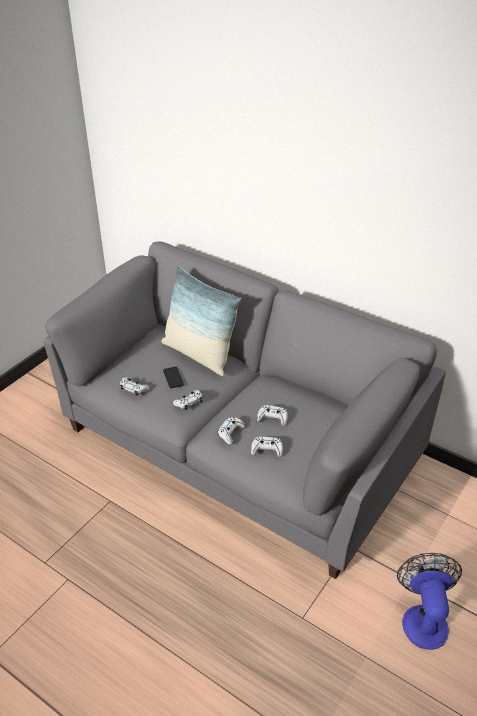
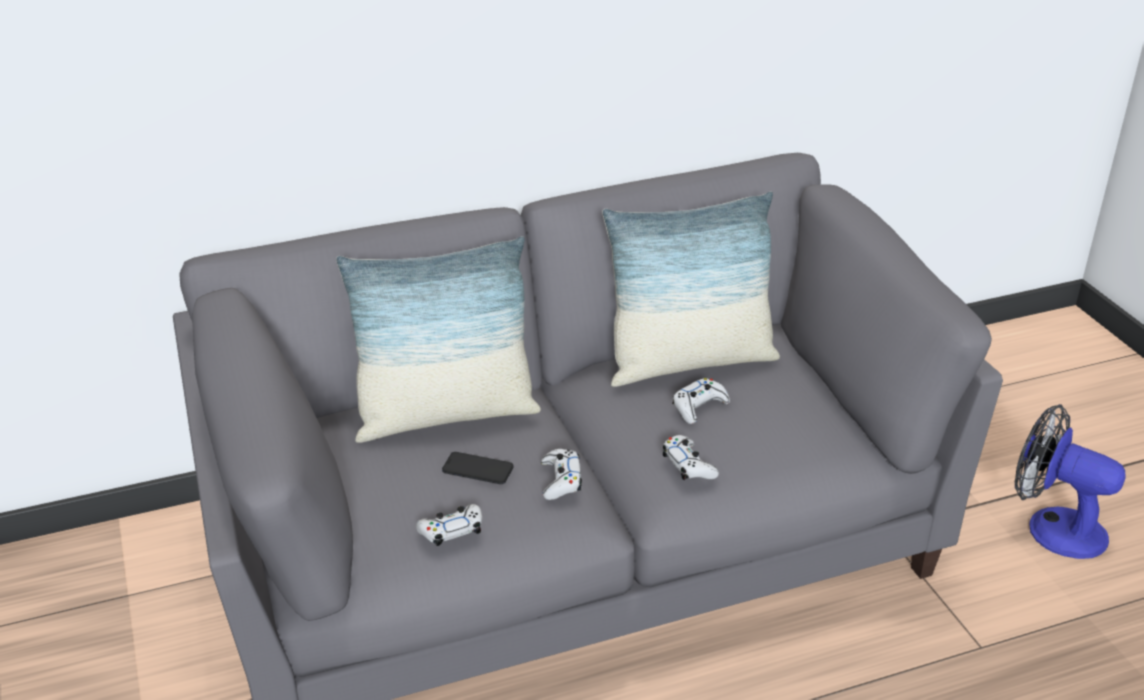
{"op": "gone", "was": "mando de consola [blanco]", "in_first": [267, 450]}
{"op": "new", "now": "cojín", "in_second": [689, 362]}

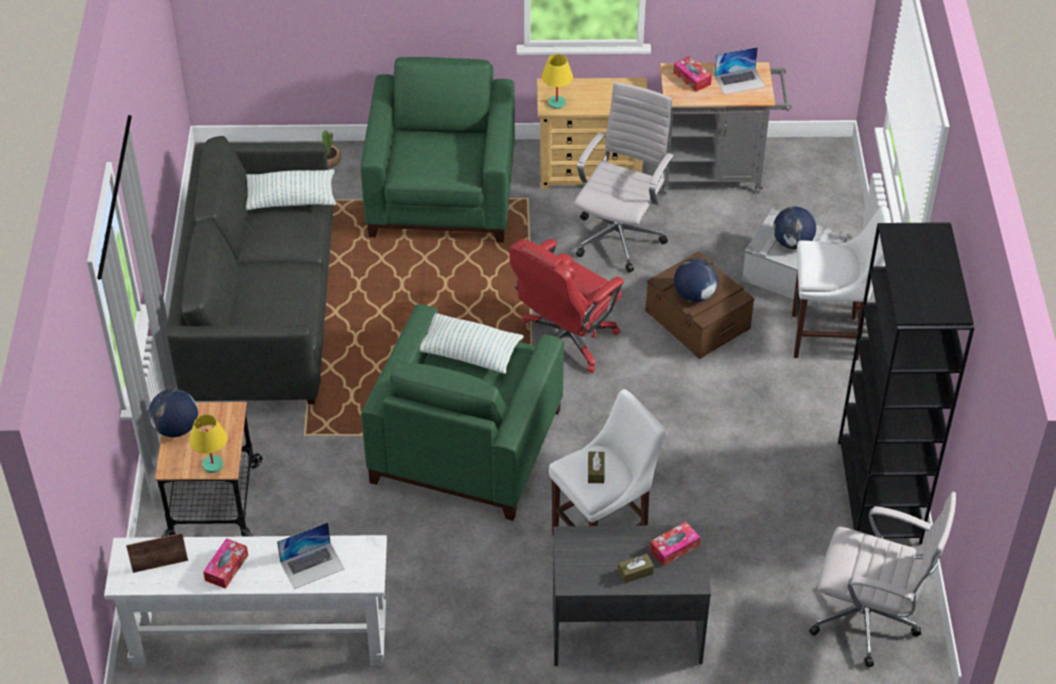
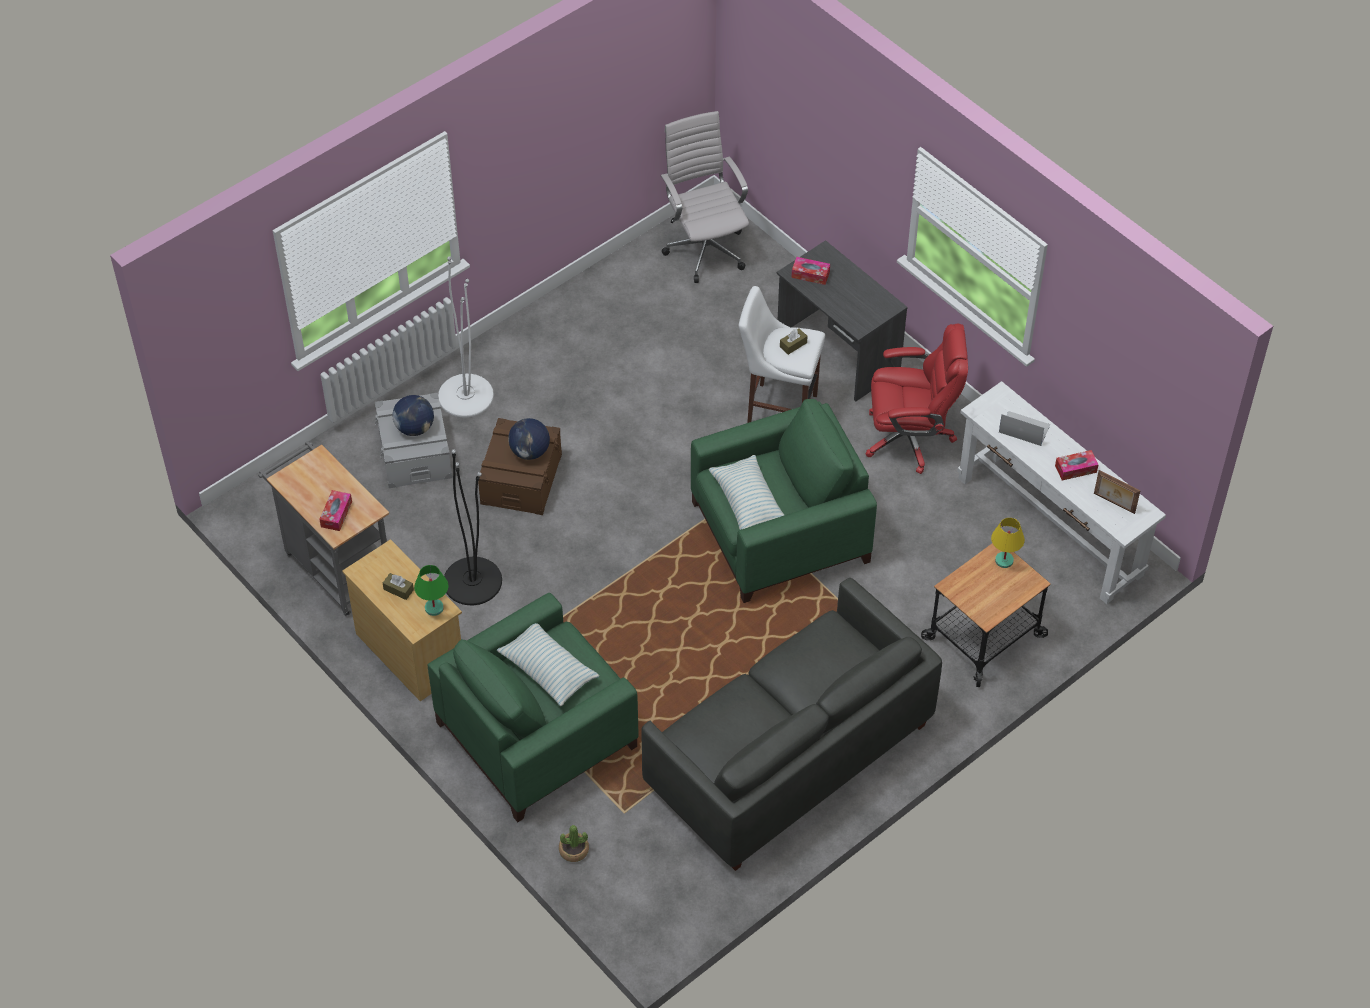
{"op": "gone", "was": "globo terráqueo", "in_first": [176, 429]}
{"op": "shifted", "was": "cojín", "in_first": [290, 199], "in_second": [548, 670]}
{"op": "shifted", "was": "silla de oficina [rojo]", "in_first": [565, 340], "in_second": [910, 437]}
{"op": "repainted", "was": "lámpara de mesa [amarillo]", "now": "lámpara de mesa [verde]", "in_first": [556, 103], "in_second": [434, 608]}
{"op": "swapped", "was": "silla de oficina [blanco]", "now": "lámpara de pie [negro]", "in_first": [620, 236], "in_second": [472, 581]}
{"op": "shifted", "was": "caja de pañuelos [marrón]", "in_first": [635, 572], "in_second": [398, 589]}
{"op": "gone", "was": "portátil", "in_first": [739, 81]}
{"op": "swapped", "was": "taburete [blanco]", "now": "lámpara de pie [blanco]", "in_first": [829, 337], "in_second": [465, 396]}
{"op": "gone", "was": "estantería [negro]", "in_first": [879, 492]}

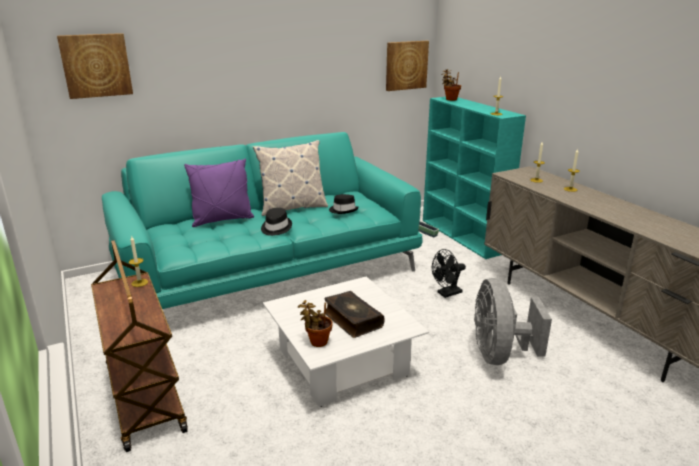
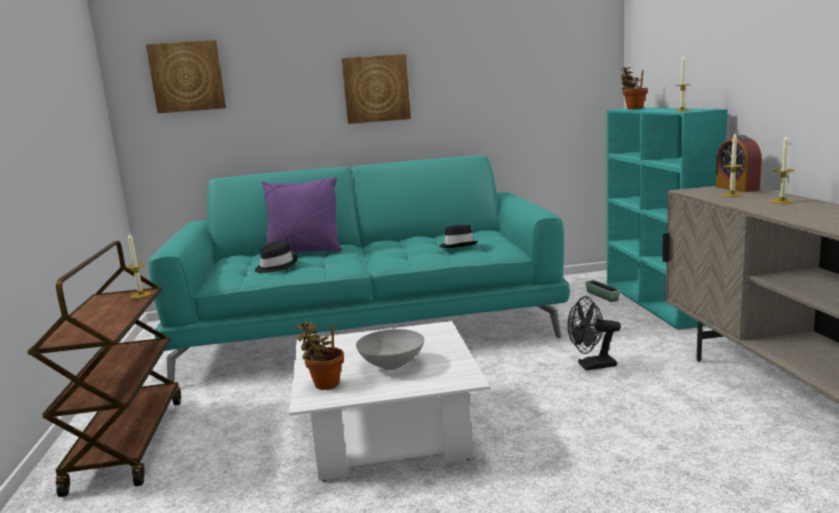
{"op": "gone", "was": "cojín", "in_first": [292, 207]}
{"op": "shifted", "was": "sombrero [negro]", "in_first": [275, 228], "in_second": [275, 266]}
{"op": "swapped", "was": "libro", "now": "cuenco [gris]", "in_first": [352, 320], "in_second": [391, 365]}
{"op": "shifted", "was": "cuadro", "in_first": [406, 65], "in_second": [376, 89]}
{"op": "gone", "was": "ventilador [gris]", "in_first": [499, 354]}
{"op": "new", "now": "despertador", "in_second": [737, 188]}

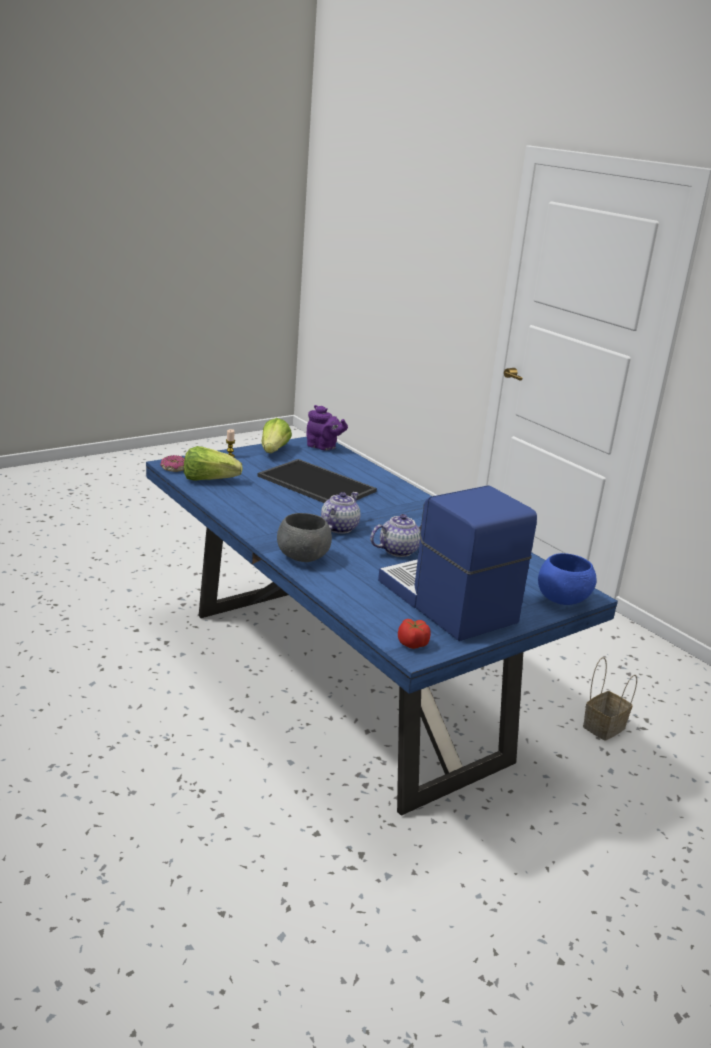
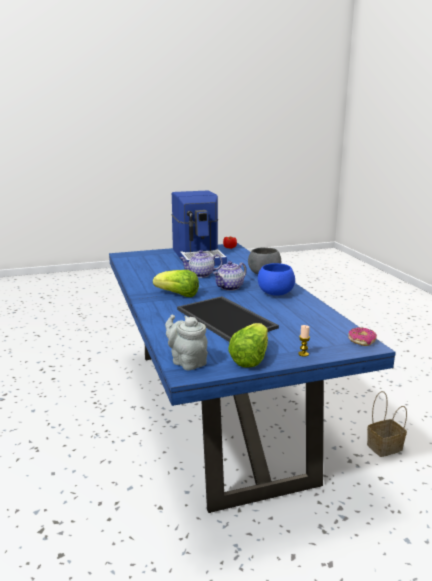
{"op": "shifted", "was": "lechuga", "in_first": [209, 480], "in_second": [178, 295]}
{"op": "repainted", "was": "tetera [morado]", "now": "tetera [gris]", "in_first": [323, 447], "in_second": [187, 362]}
{"op": "shifted", "was": "cuenco [azul]", "in_first": [563, 600], "in_second": [275, 294]}
{"op": "shifted", "was": "cesta", "in_first": [604, 726], "in_second": [384, 448]}

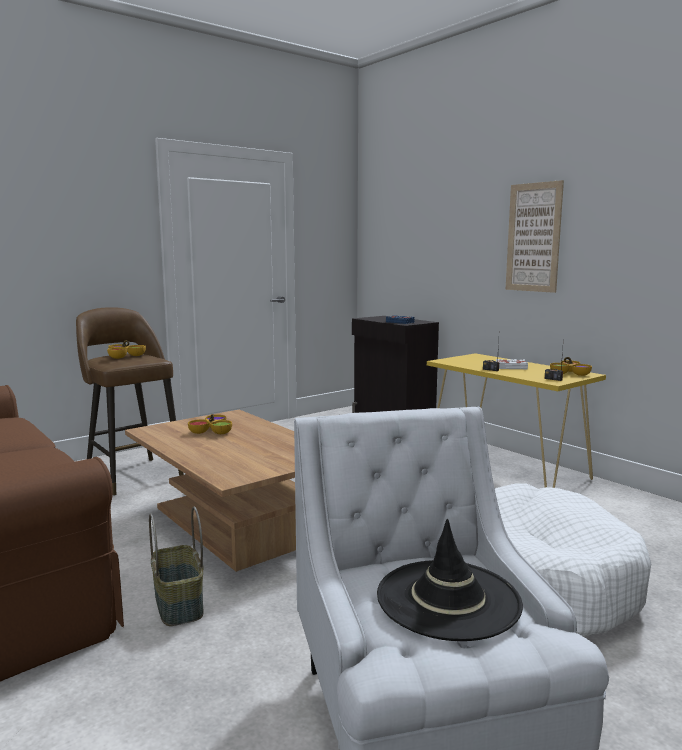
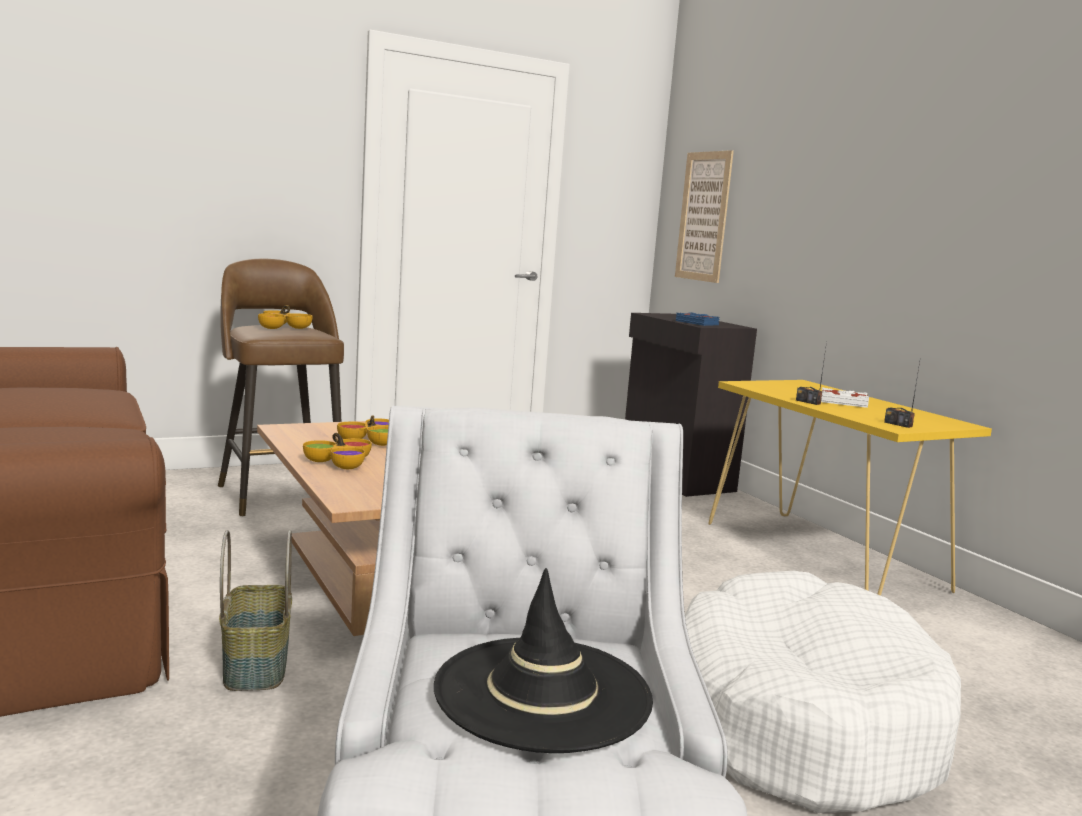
{"op": "shifted", "was": "cuadro", "in_first": [533, 237], "in_second": [703, 216]}
{"op": "shifted", "was": "cuenco", "in_first": [569, 373], "in_second": [340, 462]}

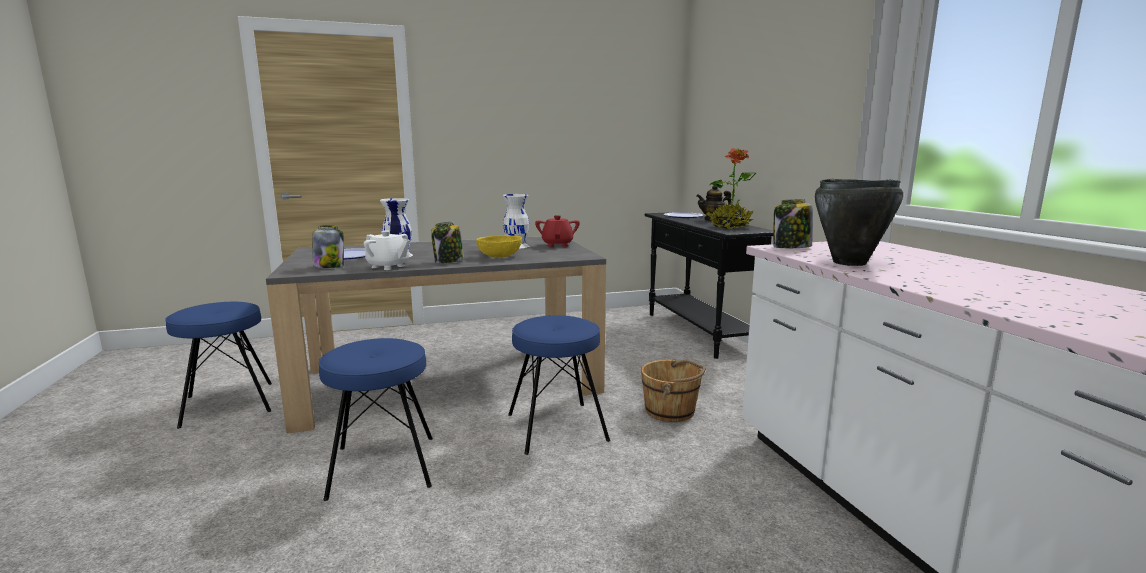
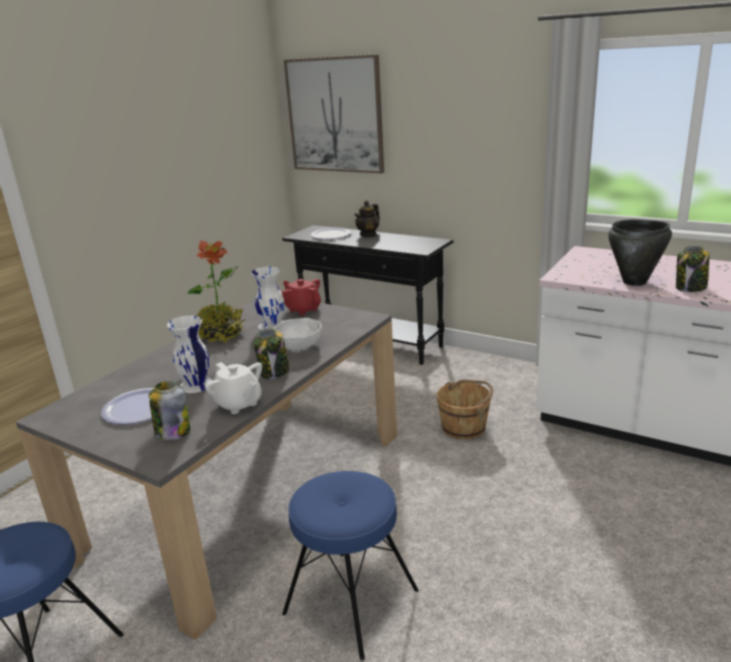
{"op": "rotated", "was": "tetera [blanco]", "in_first": [388, 266], "in_second": [238, 404], "clockwise": 60}
{"op": "repainted", "was": "cuenco [amarillo]", "now": "cuenco [blanco]", "in_first": [500, 256], "in_second": [299, 345]}
{"op": "gone", "was": "taburete [azul]", "in_first": [556, 427]}
{"op": "shifted", "was": "planta en maceta", "in_first": [729, 227], "in_second": [219, 334]}
{"op": "shifted", "was": "tarro", "in_first": [791, 247], "in_second": [690, 288]}
{"op": "new", "now": "cuadro", "in_second": [335, 115]}

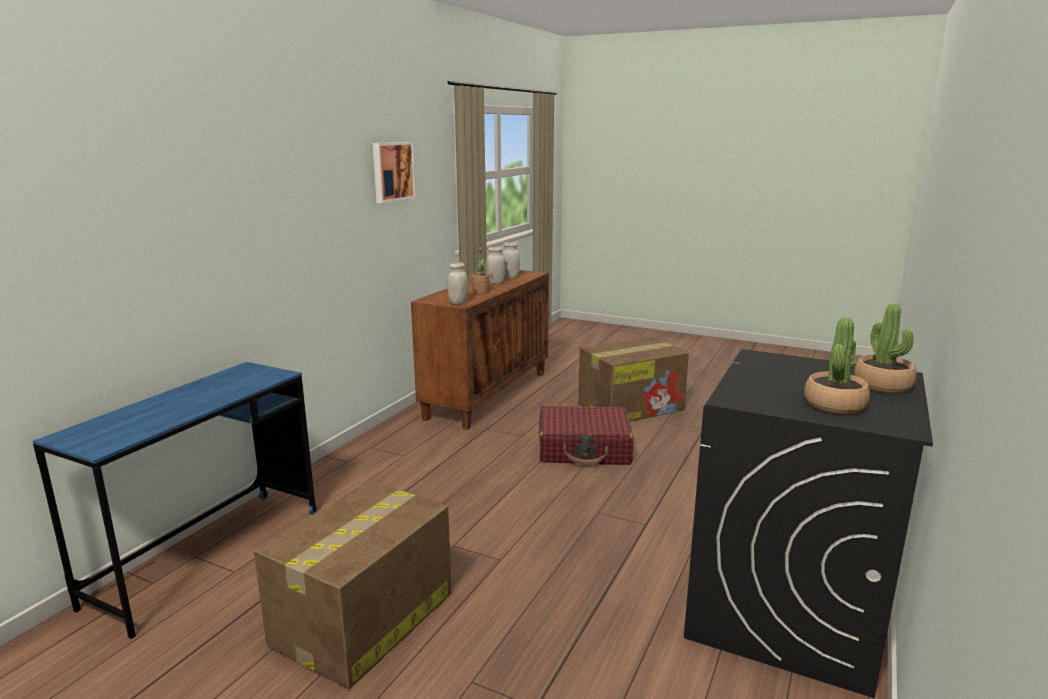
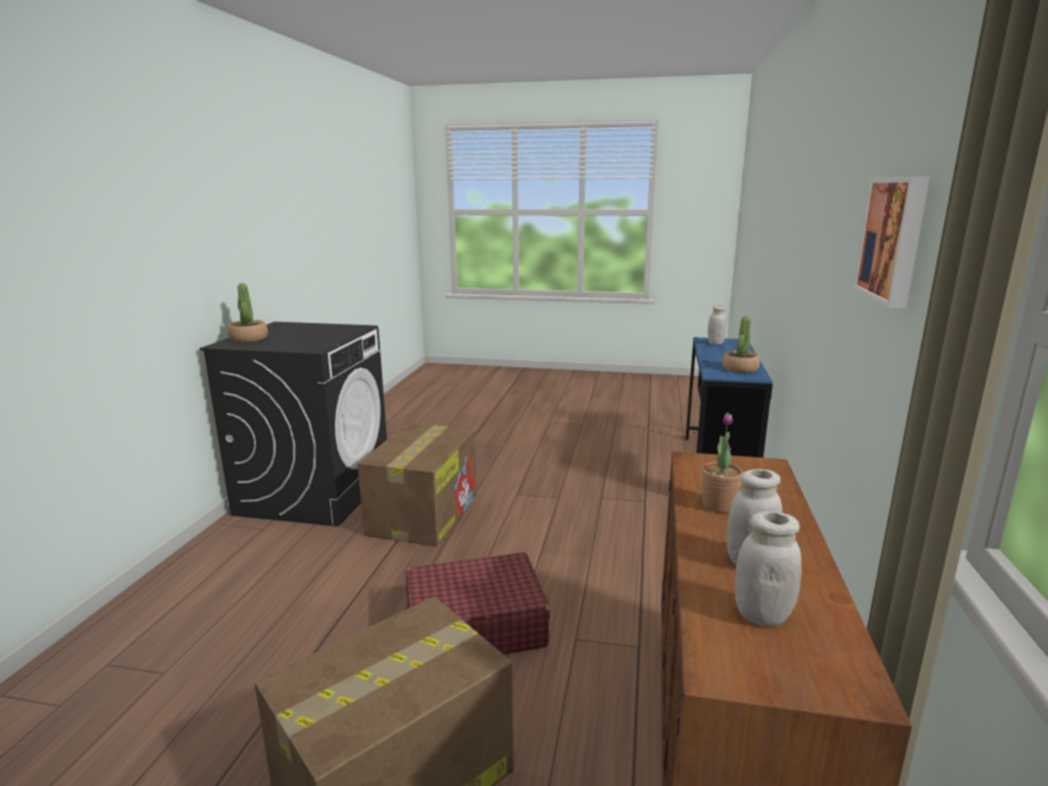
{"op": "shifted", "was": "caja de cartón", "in_first": [362, 620], "in_second": [424, 513]}
{"op": "shifted", "was": "tarro [blanco]", "in_first": [458, 303], "in_second": [715, 343]}
{"op": "shifted", "was": "planta en maceta", "in_first": [835, 404], "in_second": [740, 369]}

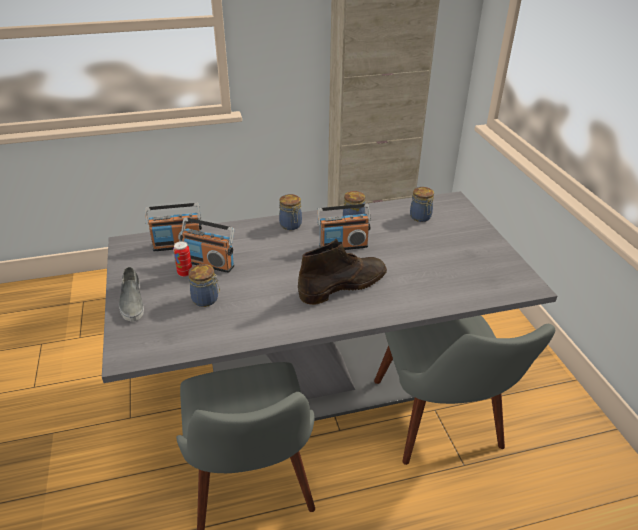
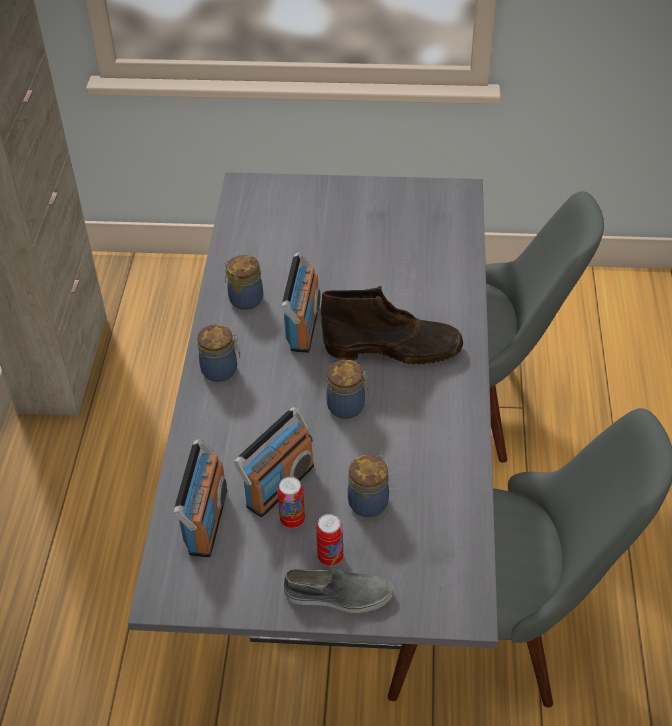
{"op": "rotated", "was": "bota [marrón]", "in_first": [343, 285], "in_second": [394, 348], "clockwise": 105}
{"op": "shifted", "was": "tarro", "in_first": [421, 217], "in_second": [348, 406]}
{"op": "new", "now": "lata", "in_second": [330, 557]}

